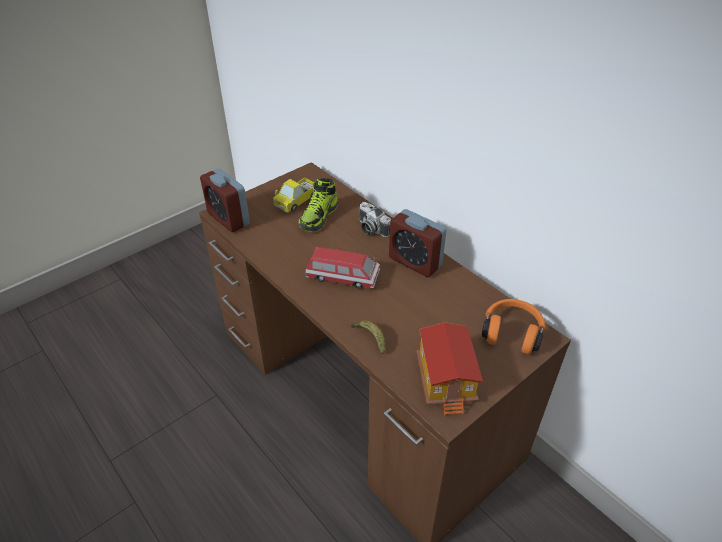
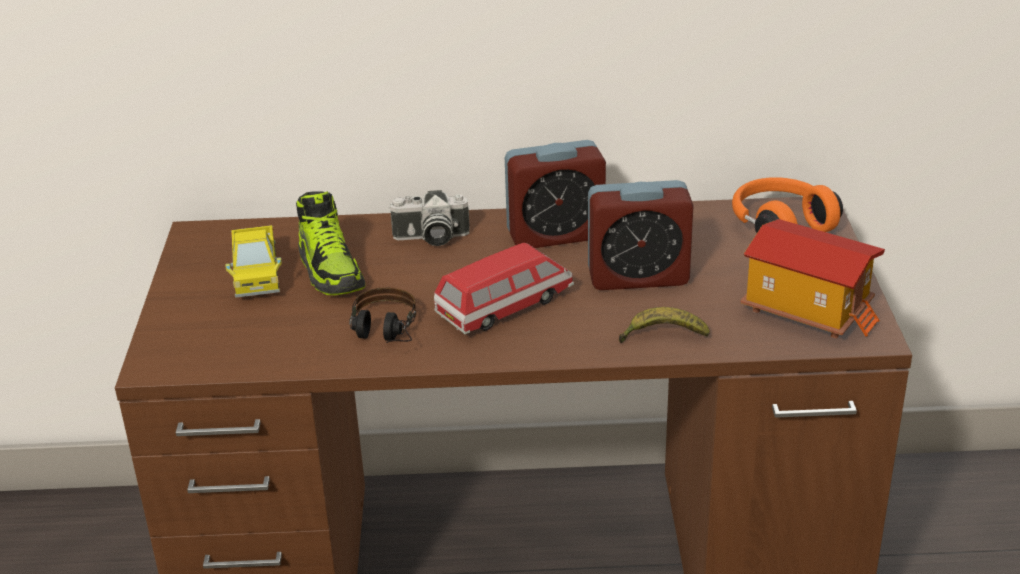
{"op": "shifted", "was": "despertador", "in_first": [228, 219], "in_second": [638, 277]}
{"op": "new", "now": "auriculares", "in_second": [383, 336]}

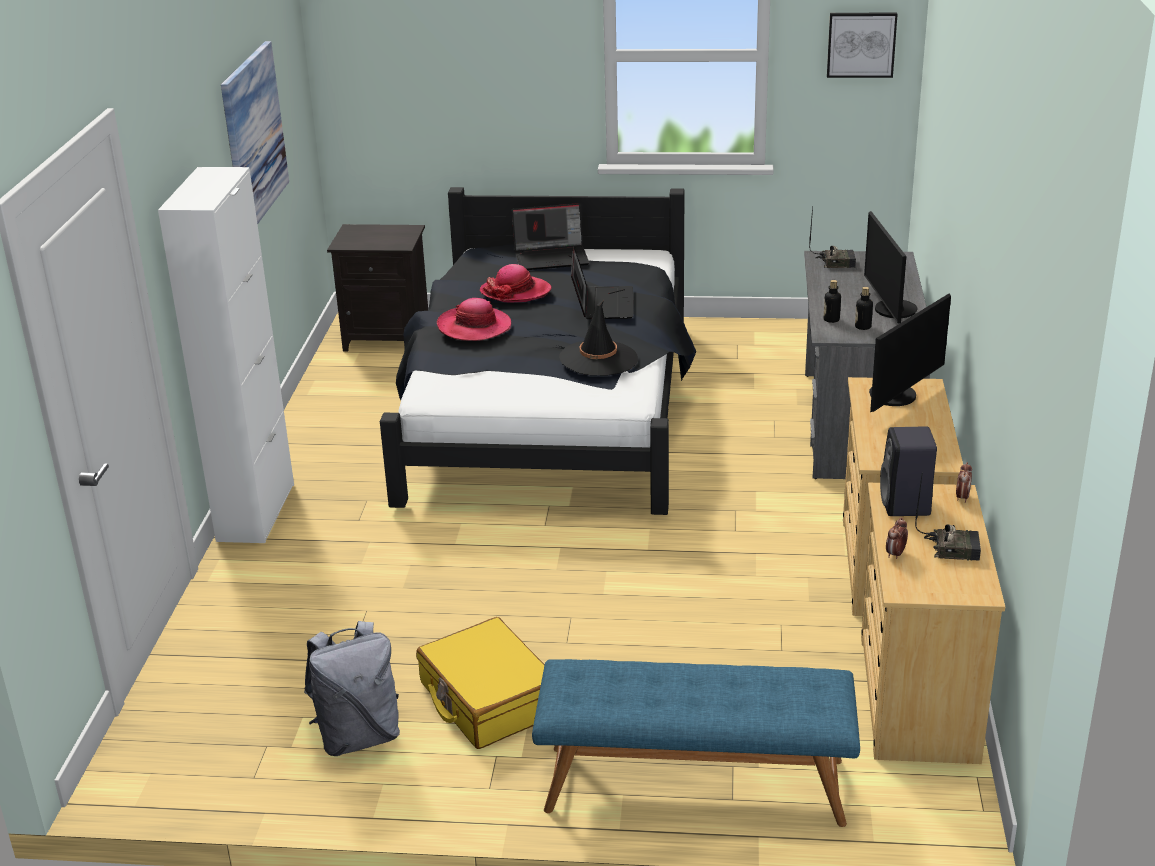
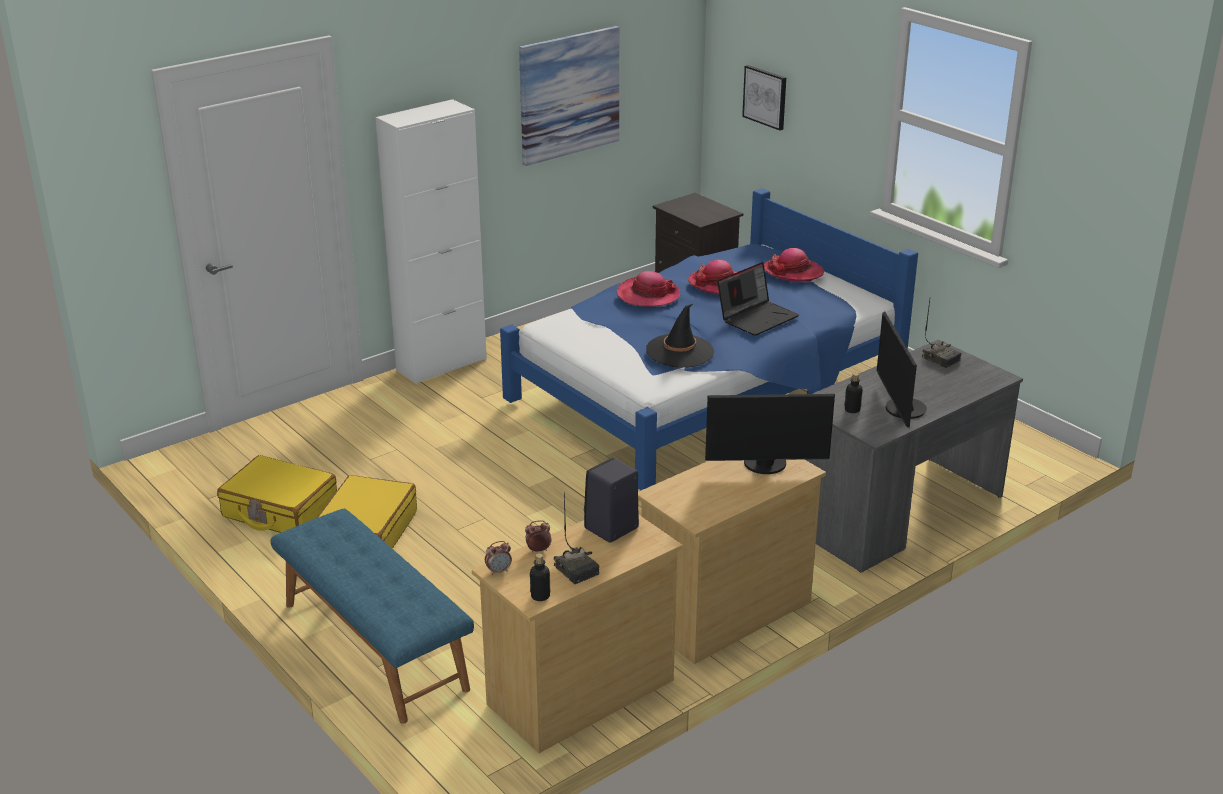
{"op": "swapped", "was": "mochila [gris]", "now": "maleta [amarillo]", "in_first": [358, 736], "in_second": [279, 510]}
{"op": "repainted", "was": "cama [negro]", "now": "cama [azul]", "in_first": [549, 412], "in_second": [704, 392]}
{"op": "swapped", "was": "portátil", "now": "sombrero", "in_first": [552, 257], "in_second": [793, 272]}
{"op": "shifted", "was": "botella", "in_first": [831, 319], "in_second": [540, 596]}
{"op": "shifted", "was": "cuadro", "in_first": [861, 44], "in_second": [765, 97]}
{"op": "rotated", "was": "monitor", "in_first": [890, 310], "in_second": [900, 409], "clockwise": -45}
{"op": "shifted", "was": "despertador", "in_first": [962, 497], "in_second": [498, 571]}

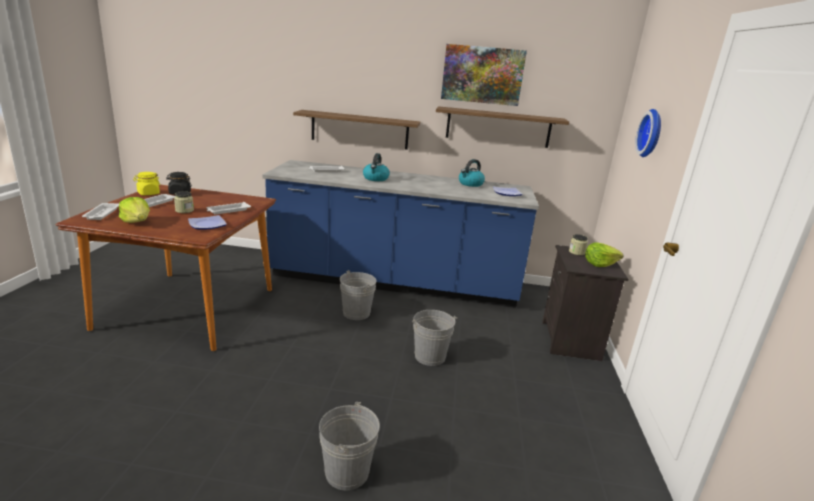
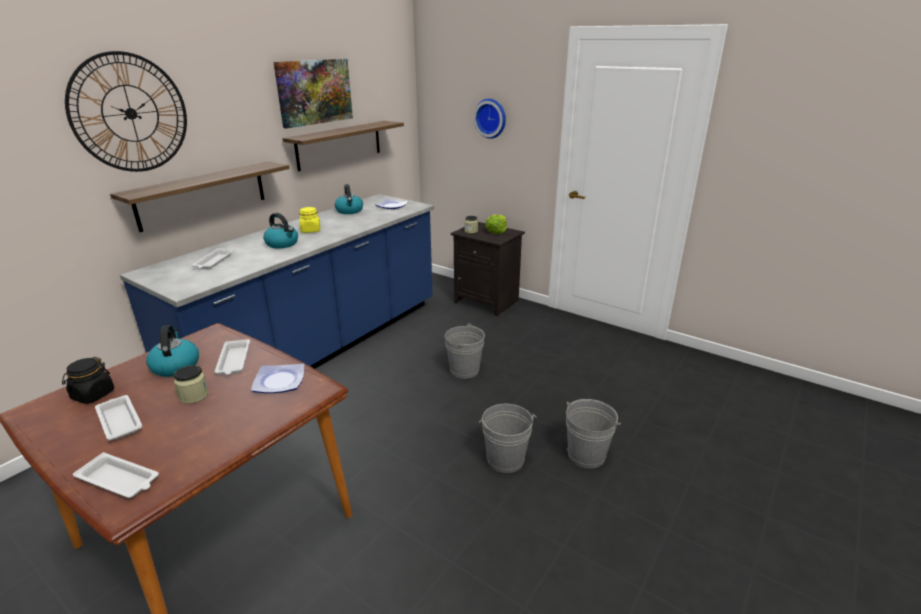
{"op": "gone", "was": "lechuga", "in_first": [137, 221]}
{"op": "shifted", "was": "tarro [amarillo]", "in_first": [148, 193], "in_second": [310, 230]}
{"op": "shifted", "was": "cubo [gris]", "in_first": [356, 313], "in_second": [505, 459]}
{"op": "new", "now": "reloj de pared", "in_second": [130, 113]}
{"op": "new", "now": "hervidor", "in_second": [175, 366]}

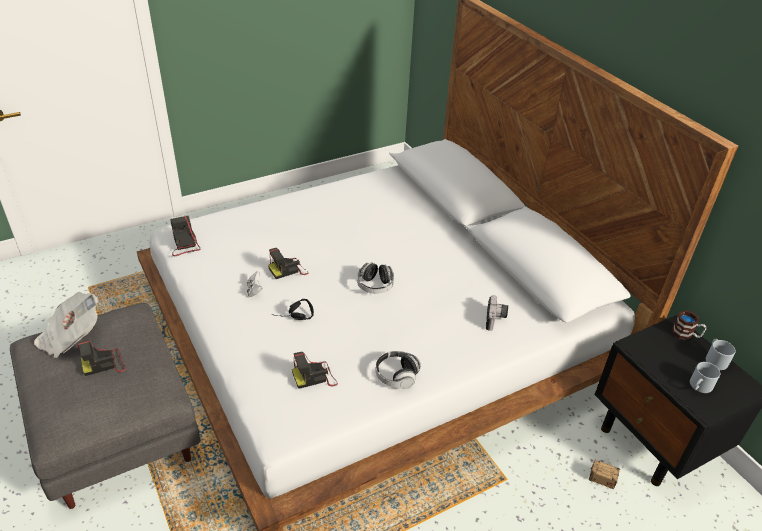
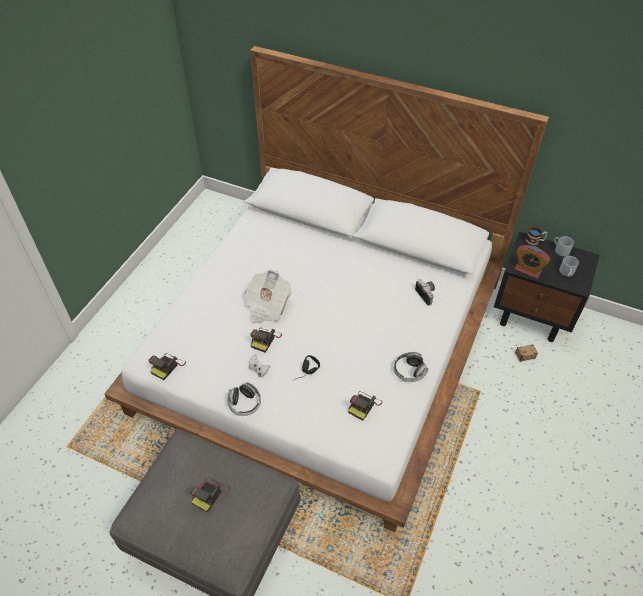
{"op": "shifted", "was": "periódico", "in_first": [70, 337], "in_second": [267, 306]}
{"op": "rotated", "was": "cámara", "in_first": [184, 244], "in_second": [167, 366], "clockwise": -90}
{"op": "shifted", "was": "auriculares", "in_first": [375, 286], "in_second": [244, 404]}
{"op": "new", "now": "despertador", "in_second": [527, 270]}

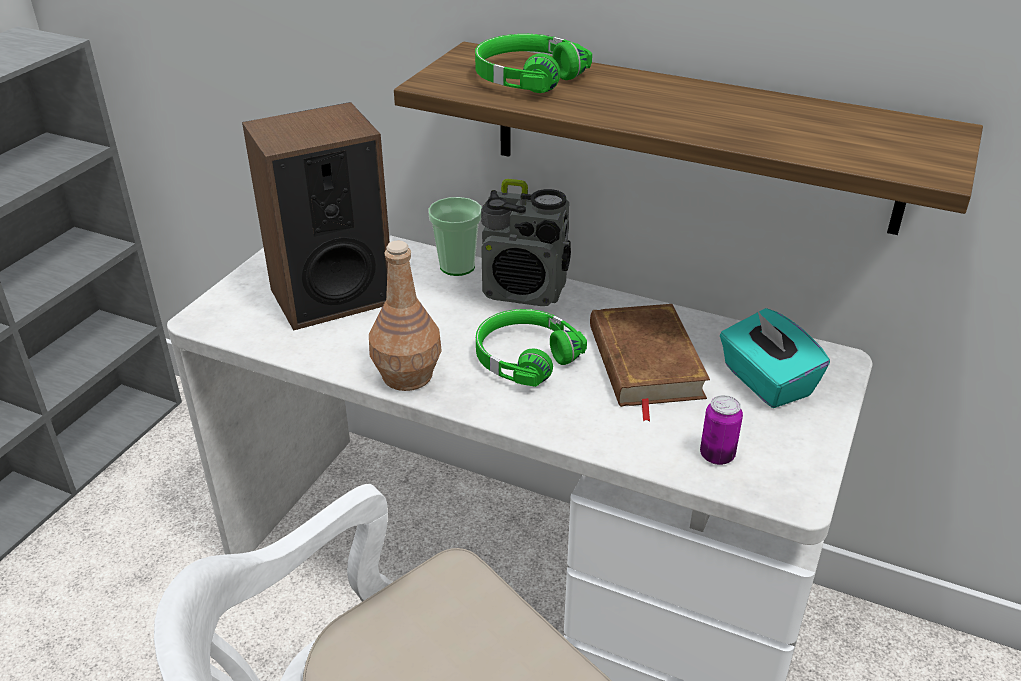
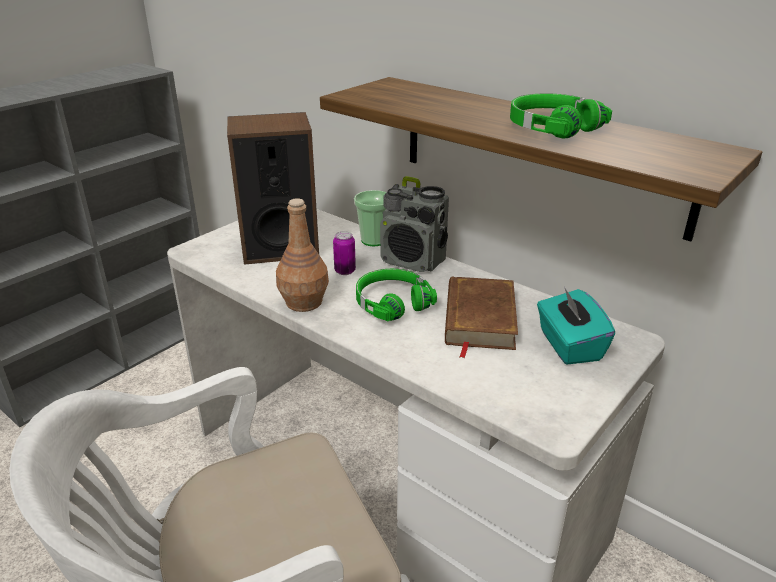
{"op": "shifted", "was": "auriculares [verde]", "in_first": [526, 77], "in_second": [552, 127]}
{"op": "shifted", "was": "lata", "in_first": [717, 455], "in_second": [345, 271]}

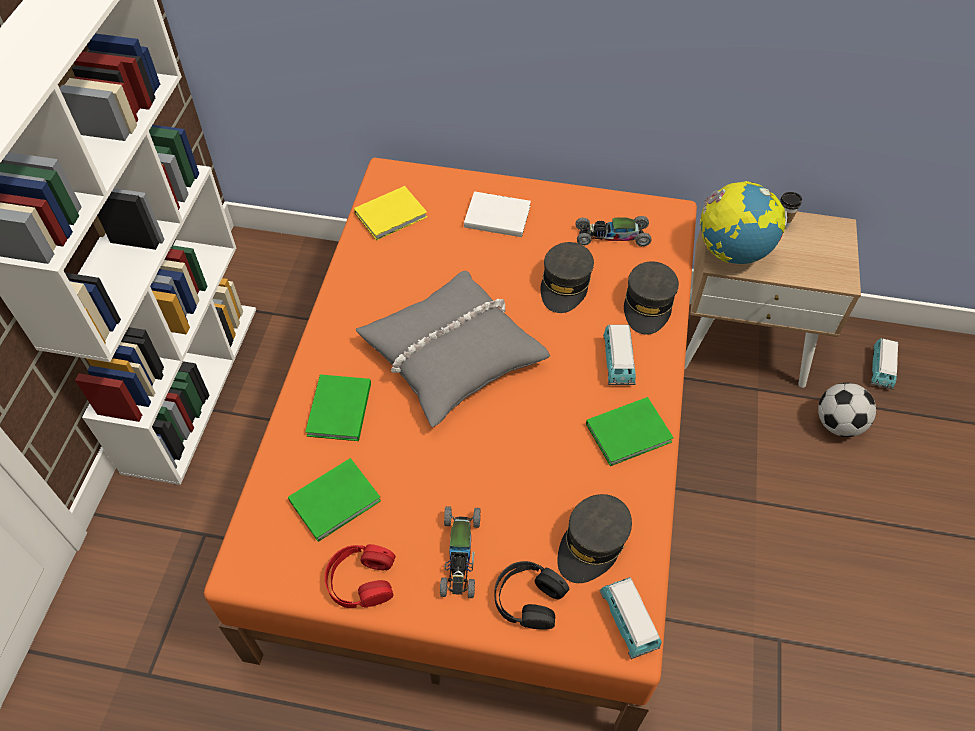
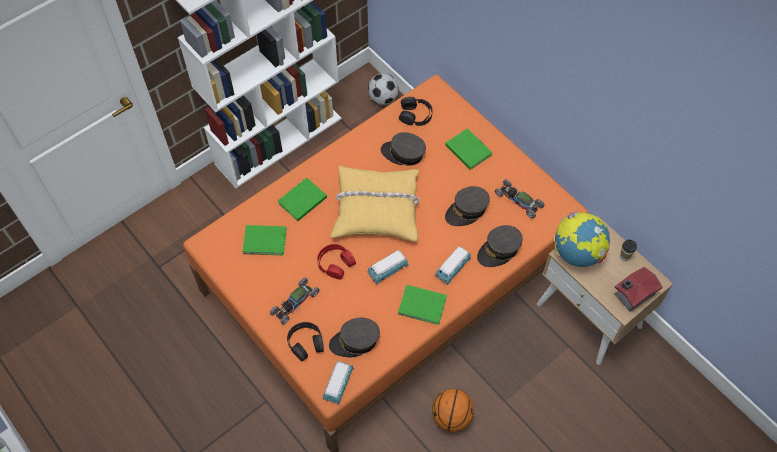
{"op": "shifted", "was": "auriculares [rojo]", "in_first": [361, 580], "in_second": [335, 263]}
{"op": "swapped", "was": "libro [amarillo]", "now": "auriculares [negro]", "in_first": [393, 215], "in_second": [415, 115]}
{"op": "repainted", "was": "cojín [gris]", "now": "cojín [amarillo]", "in_first": [452, 354], "in_second": [376, 208]}
{"op": "repainted", "was": "libro [blanco]", "now": "libro [verde]", "in_first": [496, 215], "in_second": [468, 149]}
{"op": "shifted", "was": "balón de fútbol", "in_first": [838, 424], "in_second": [383, 99]}
{"op": "shifted", "was": "coche de juguete", "in_first": [881, 369], "in_second": [387, 270]}
{"op": "new", "now": "gorra [gris]", "in_second": [403, 153]}
{"op": "new", "now": "balón de baloncesto", "in_second": [451, 417]}
{"op": "new", "now": "casita", "in_second": [632, 294]}

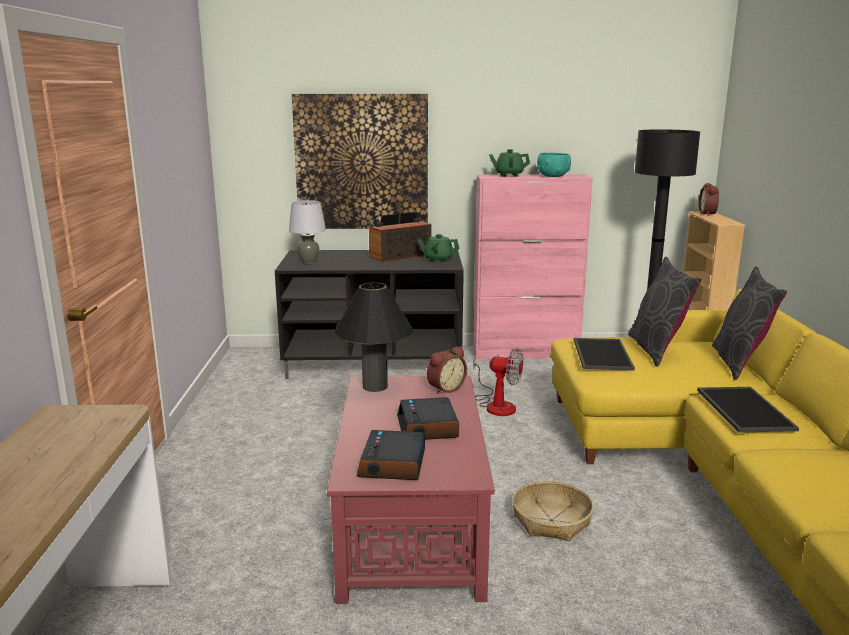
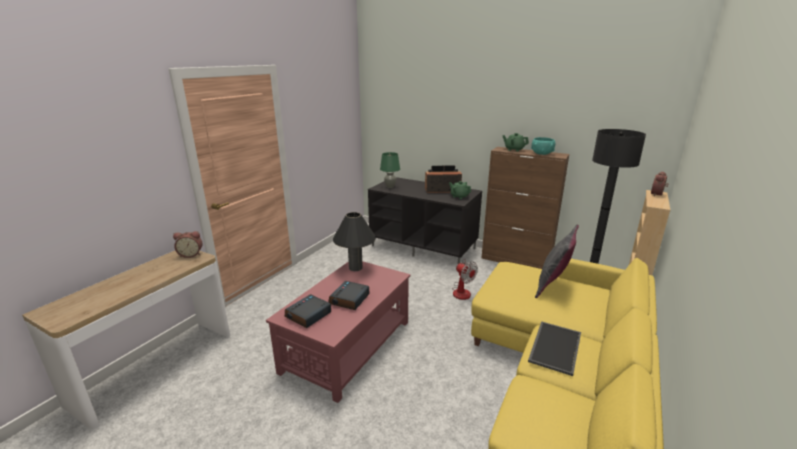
{"op": "repainted", "was": "lámpara de mesa [gris]", "now": "lámpara de mesa [verde]", "in_first": [309, 263], "in_second": [390, 187]}
{"op": "gone", "was": "cuadro", "in_first": [362, 162]}
{"op": "shifted", "was": "despertador", "in_first": [445, 388], "in_second": [191, 254]}
{"op": "repainted", "was": "armario [rosa]", "now": "armario [marrón]", "in_first": [526, 353], "in_second": [516, 261]}
{"op": "gone", "was": "cesta", "in_first": [551, 520]}
{"op": "gone", "was": "bandeja", "in_first": [600, 354]}
{"op": "gone", "was": "cojín [gris]", "in_first": [740, 363]}

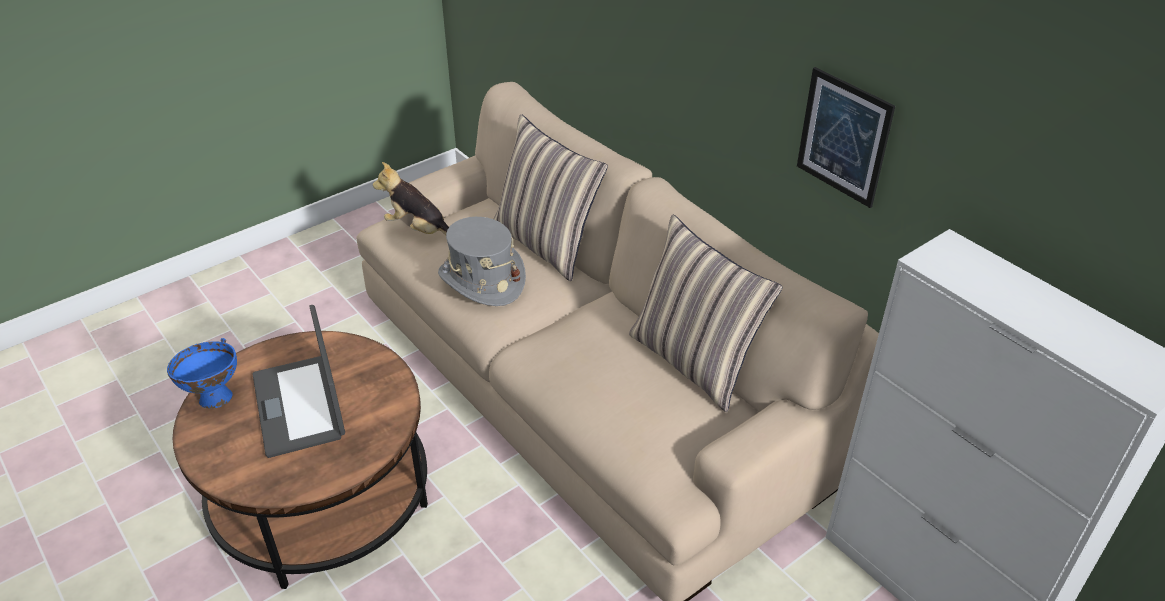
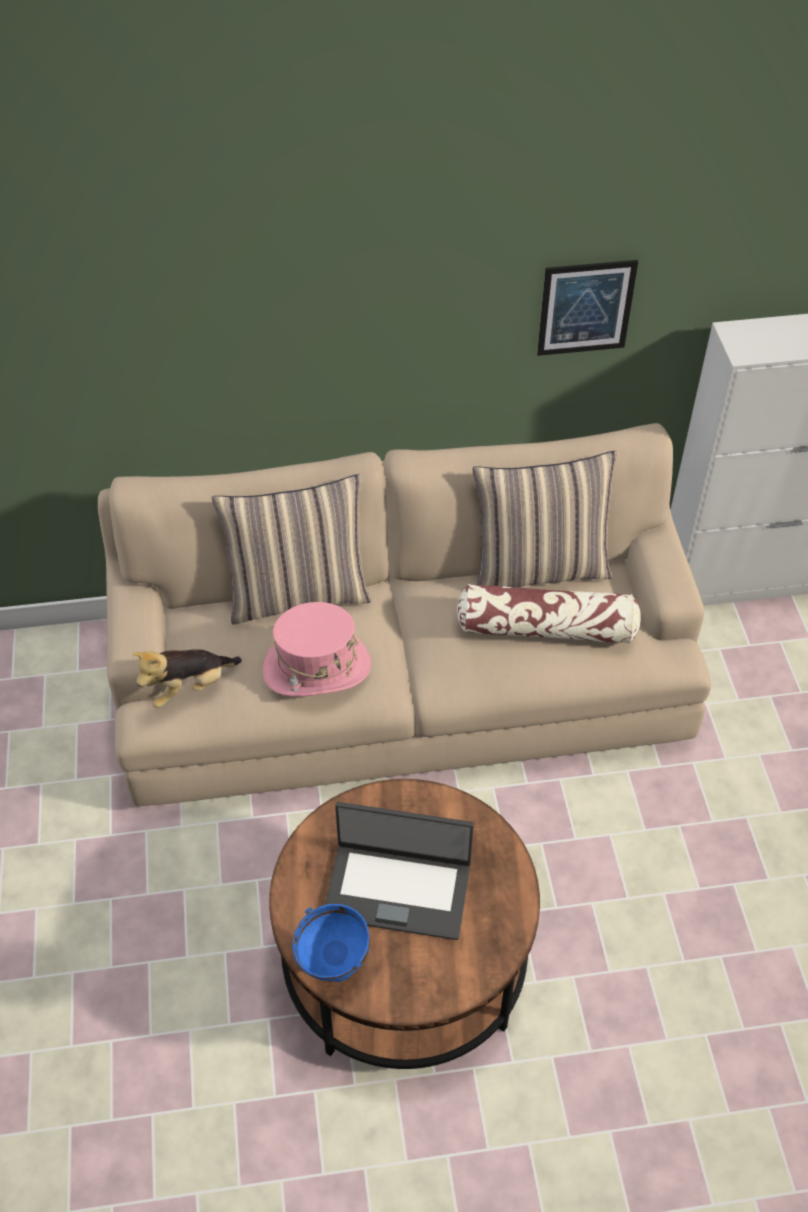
{"op": "repainted", "was": "sombrero [gris]", "now": "sombrero [rosa]", "in_first": [482, 280], "in_second": [316, 668]}
{"op": "new", "now": "cojín", "in_second": [547, 628]}

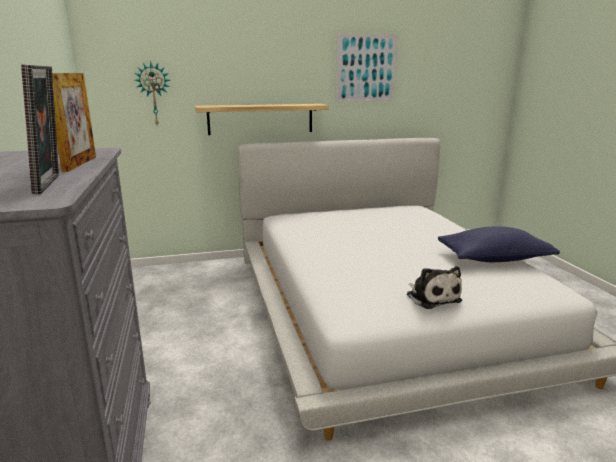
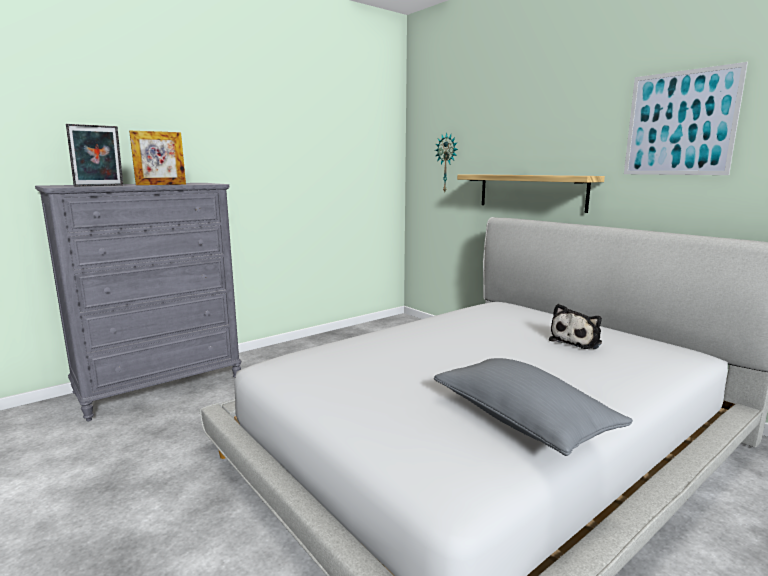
{"op": "shifted", "was": "peluche", "in_first": [431, 297], "in_second": [577, 341]}
{"op": "repainted", "was": "cojín [azul]", "now": "cojín [gris]", "in_first": [494, 259], "in_second": [522, 421]}

